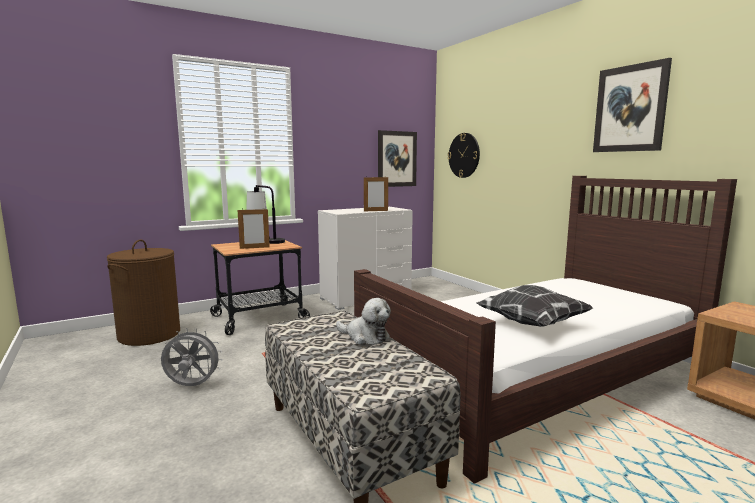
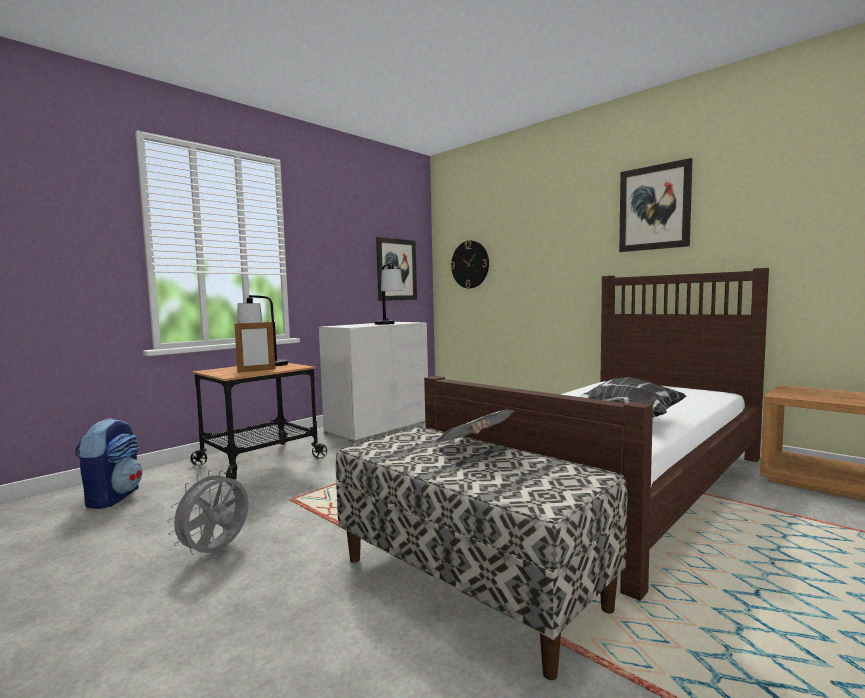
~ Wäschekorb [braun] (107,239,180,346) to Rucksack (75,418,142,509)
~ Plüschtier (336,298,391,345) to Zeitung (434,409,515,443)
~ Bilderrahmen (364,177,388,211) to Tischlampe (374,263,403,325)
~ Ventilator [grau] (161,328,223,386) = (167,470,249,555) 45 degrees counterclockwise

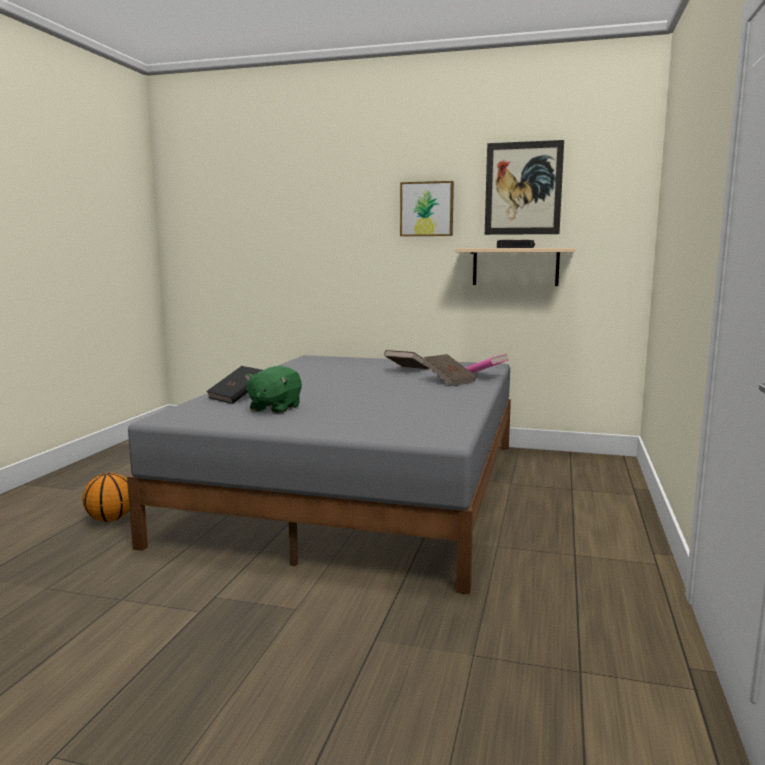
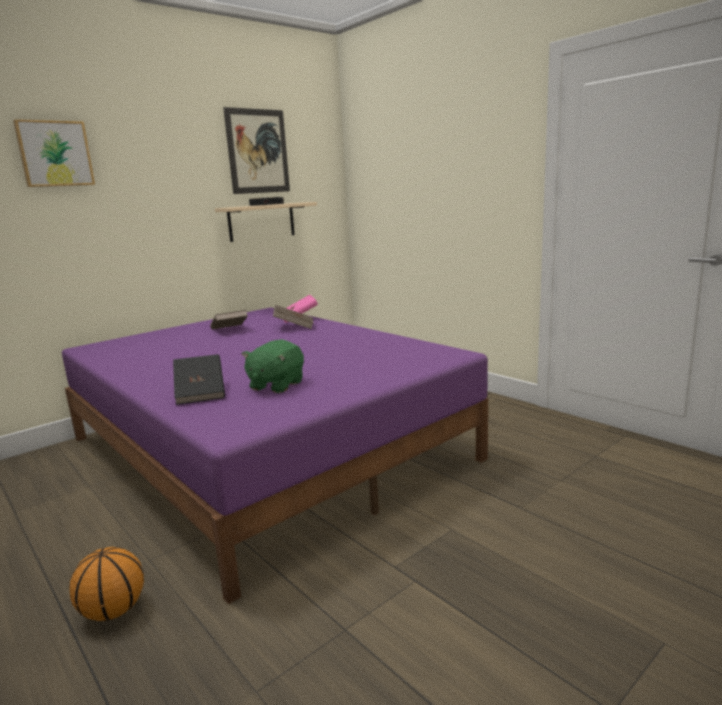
~ Bild (400,181,454,236) to (13,119,95,187)
~ Bett [grau] (127,355,511,595) to Bett [lila] (62,307,488,604)
~ Plüschtier [grün] (245,366,302,414) = (242,339,304,393) 60 degrees clockwise

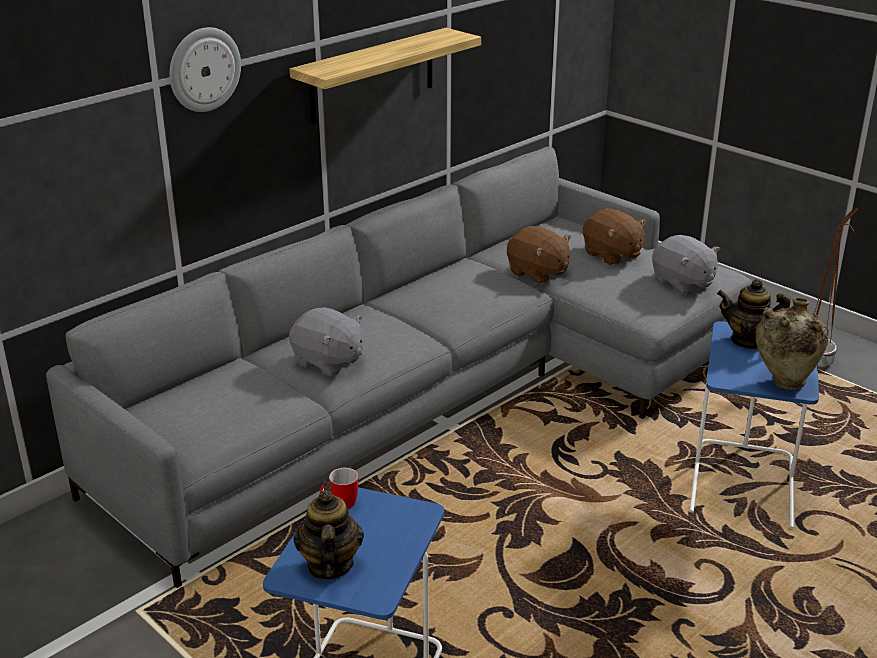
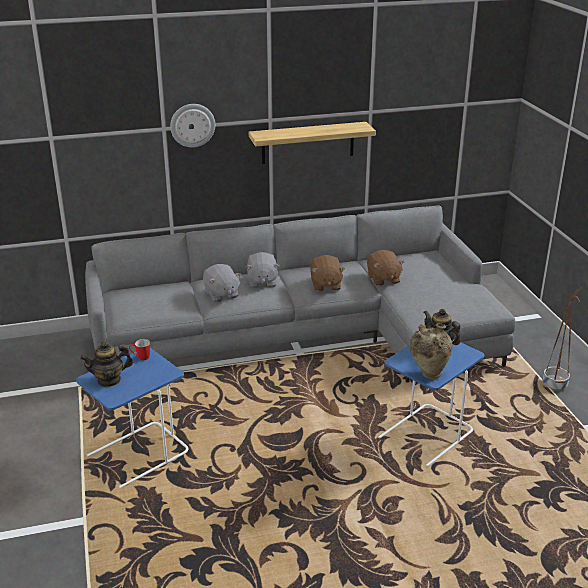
~ Plüschtier [braun] (583,209,647,265) to (310,255,345,291)
~ Plüschtier [grau] (652,235,720,295) to (246,252,279,288)
~ Teekanne (294,483,364,580) = (80,341,133,387) 135 degrees counterclockwise

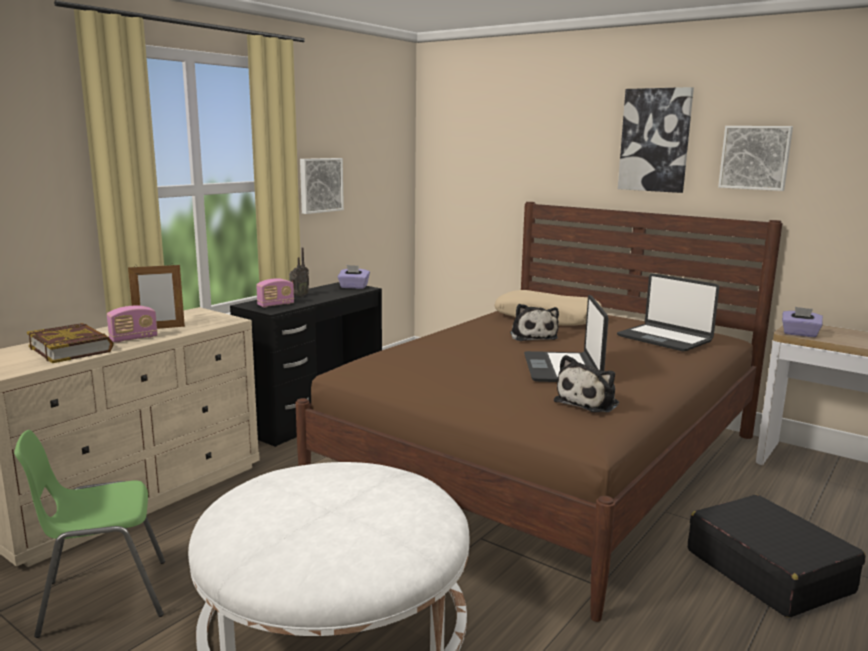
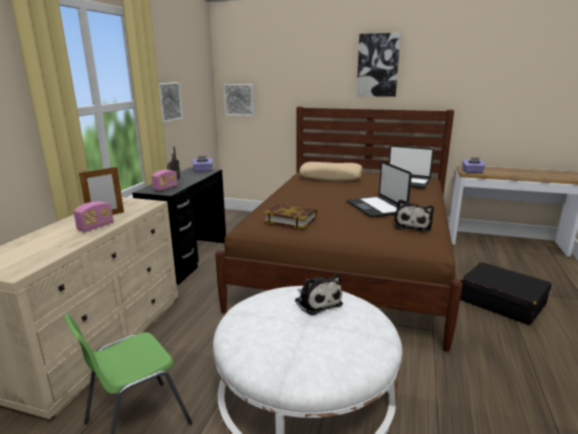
~ Buch (27,323,114,363) to (263,204,317,229)
~ Plüschtier (510,304,559,341) to (295,274,343,316)
~ Bild (718,126,793,191) to (224,84,254,116)

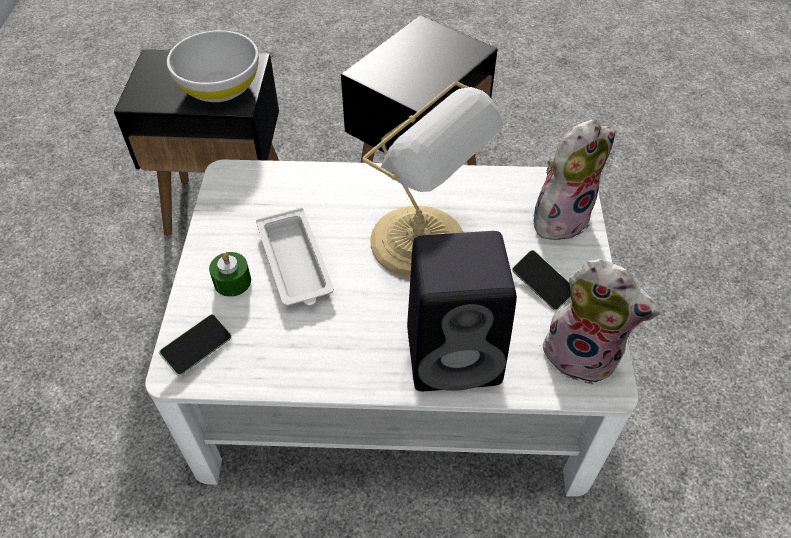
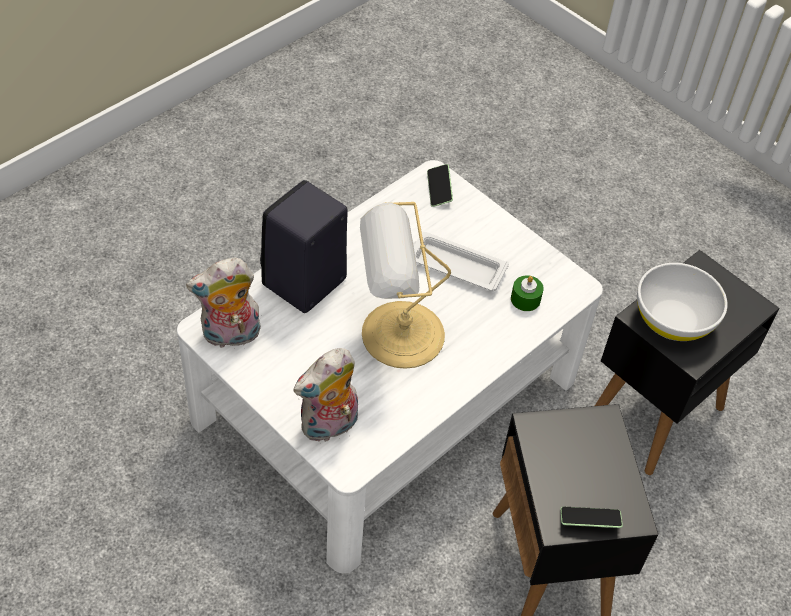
~ Kerze [grün] (209,252,251,297) to (511,275,544,311)
~ Handy (512,250,571,311) to (560,507,623,528)
~ Plüschtier (534,119,615,240) = (294,348,358,442) 45 degrees clockwise

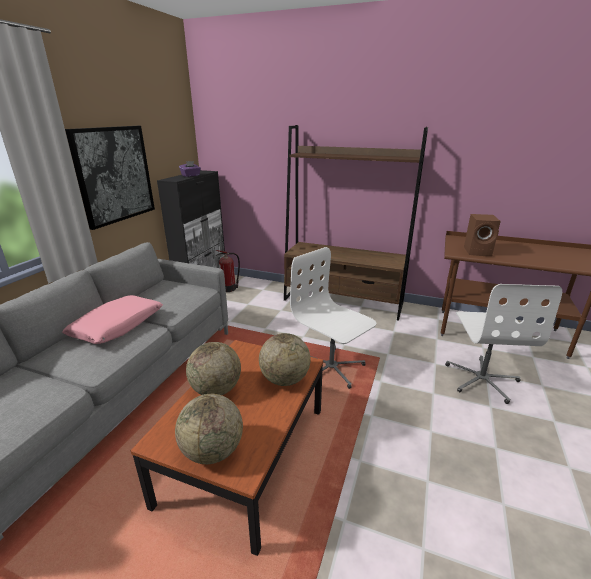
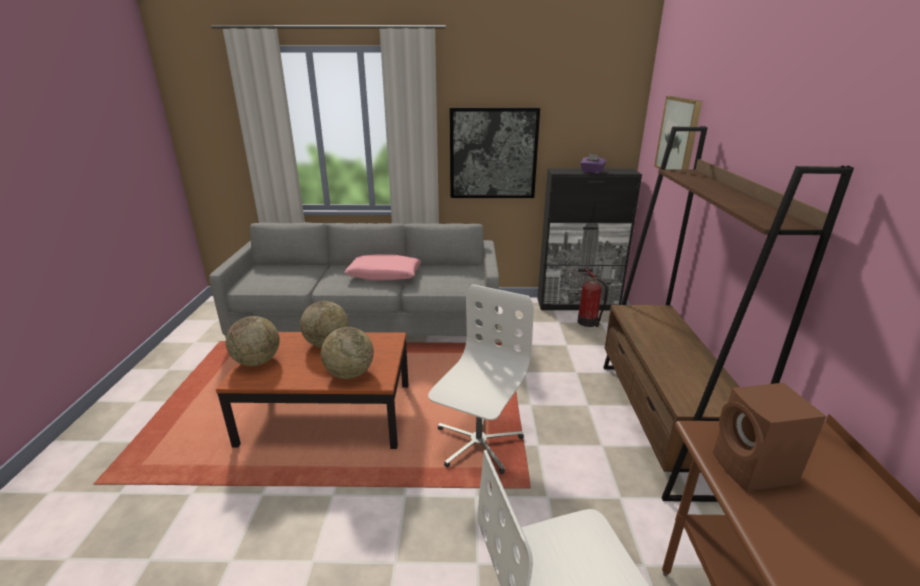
+ Bild (654,96,702,169)

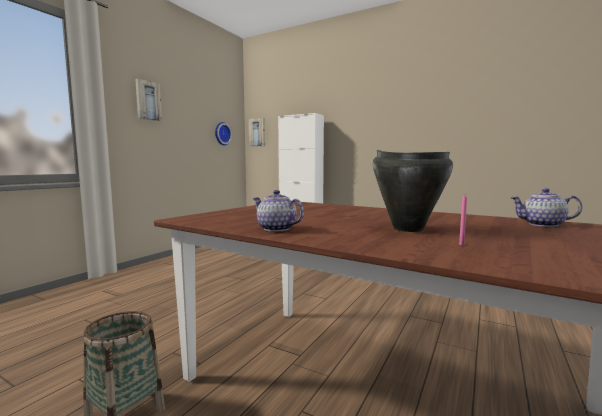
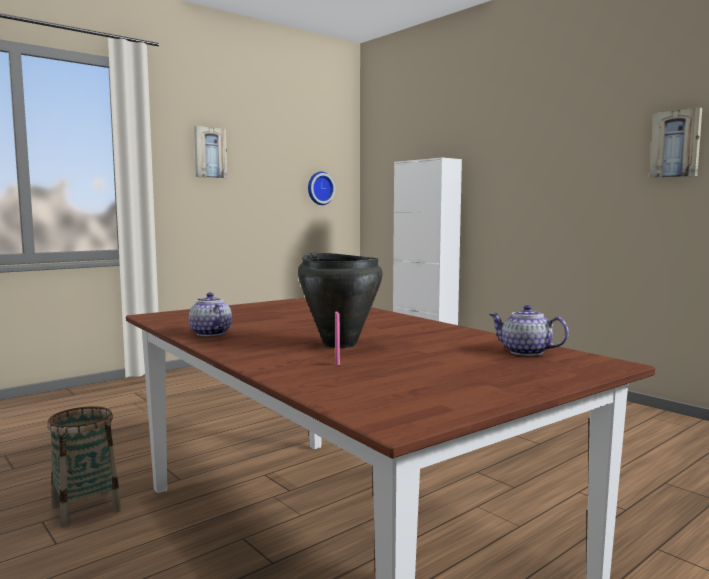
~ Bild (249,118,265,147) to (650,108,702,178)

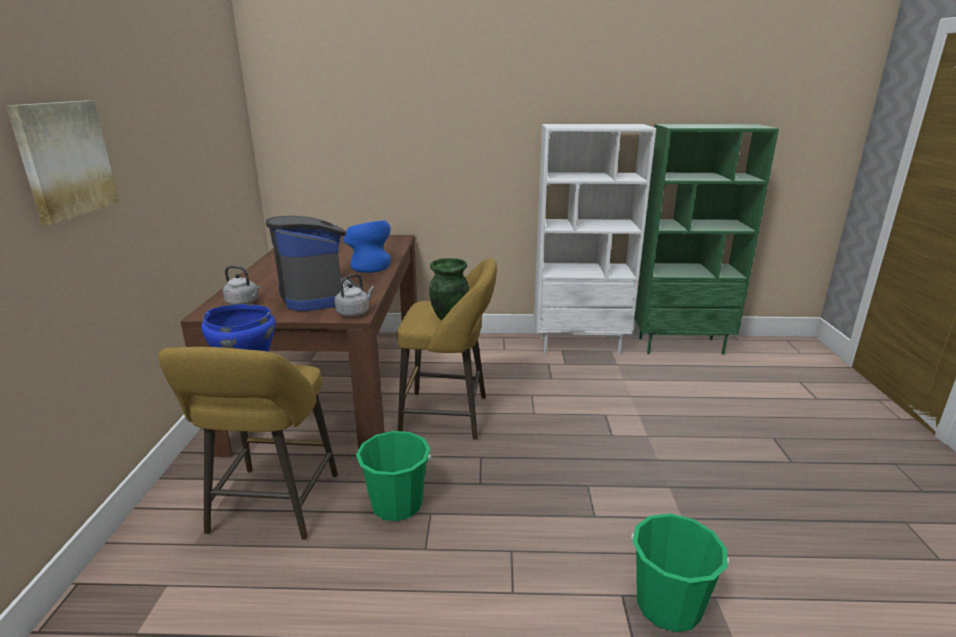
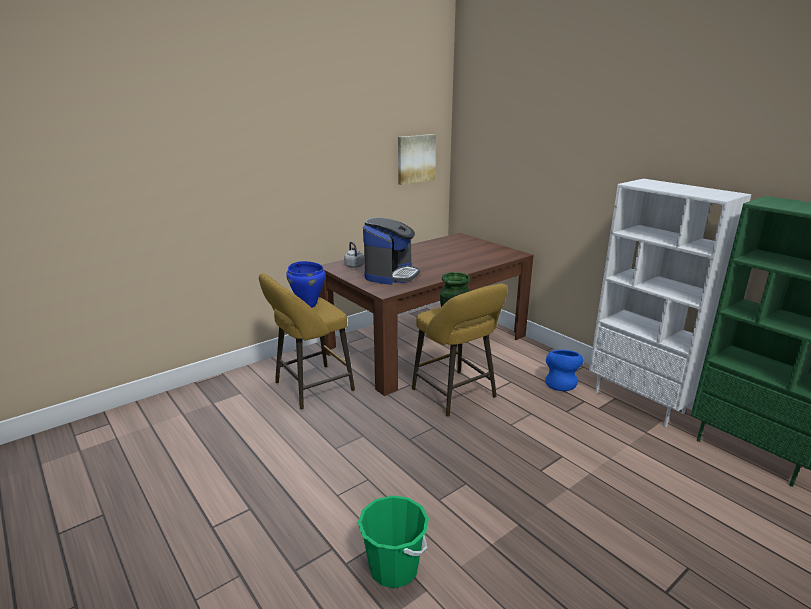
- Wasserkessel [grau] (335,274,374,317)
- Eimer [grün] (356,431,432,521)
~ Bild (6,101,119,225) to (398,134,436,185)
~ Vase [blau] (344,220,391,273) to (545,350,584,391)

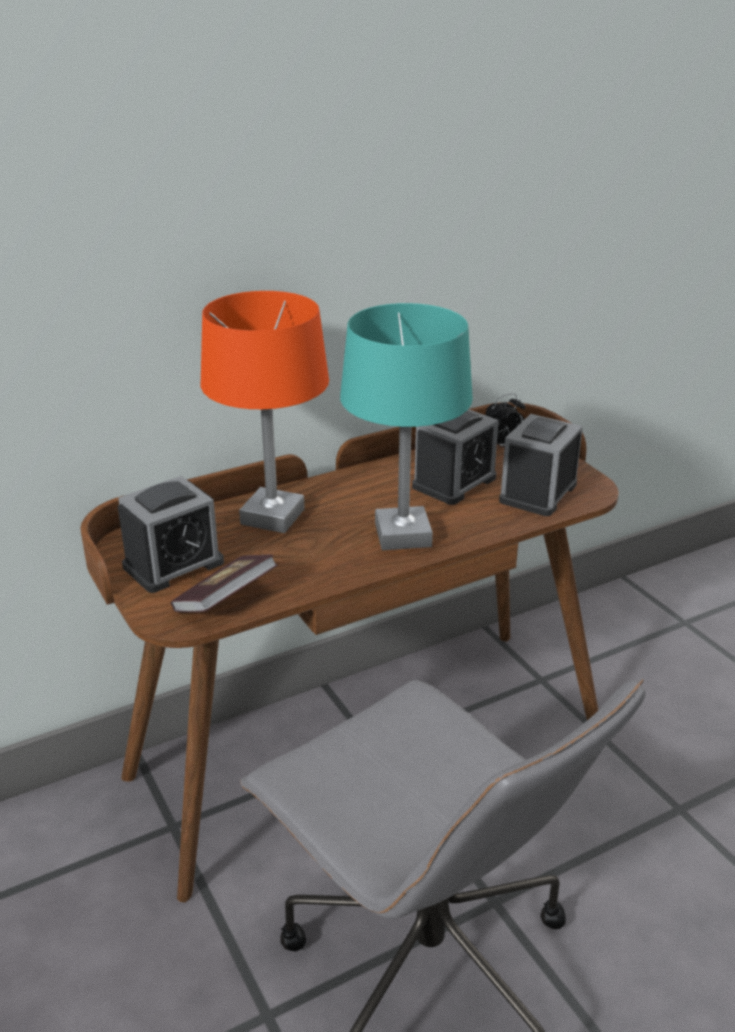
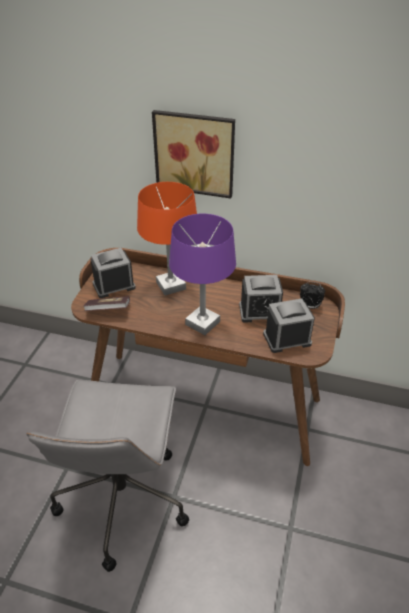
+ Bild (152,110,235,198)
~ Tischlampe [türkis] (340,303,473,550) to Tischlampe [lila] (169,214,236,335)
~ Wecker (117,476,224,593) = (90,248,136,298) 150 degrees clockwise

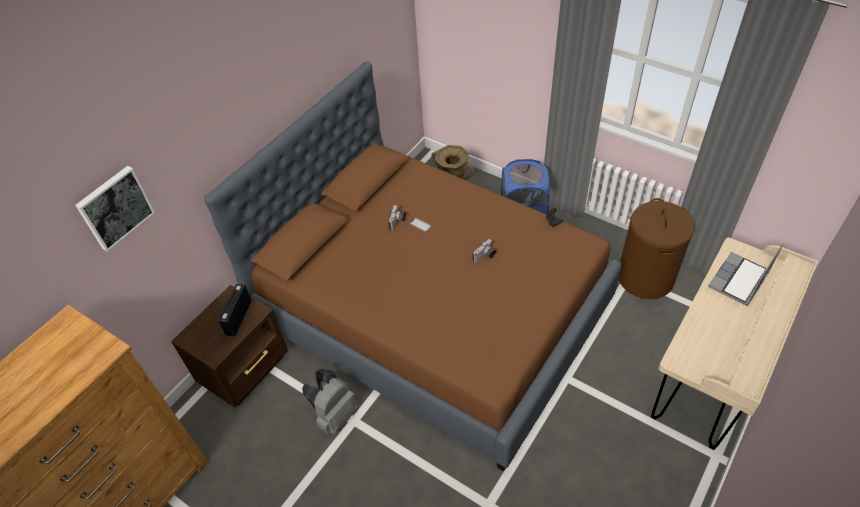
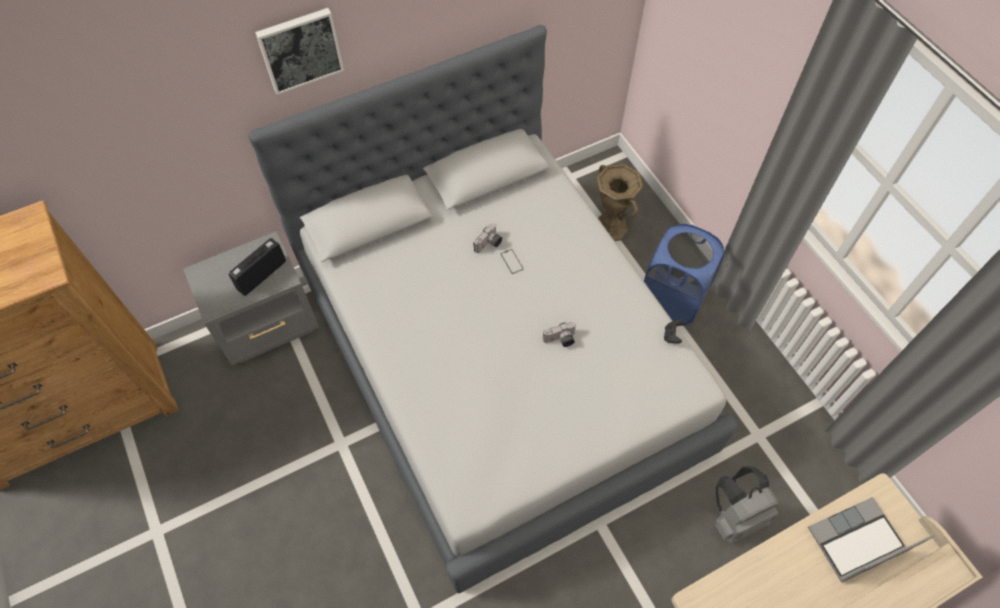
- Wäschekorb [braun] (619,198,695,299)
~ Bild (75,166,155,252) to (255,8,344,95)
~ Rucksack [grau] (302,369,358,434) to (714,466,778,544)
~ Nachttisch [braun] (171,285,288,408) to Nachttisch [grau] (183,231,319,365)
~ Bett [braun] (204,61,622,471) to Bett [grau] (249,25,738,594)

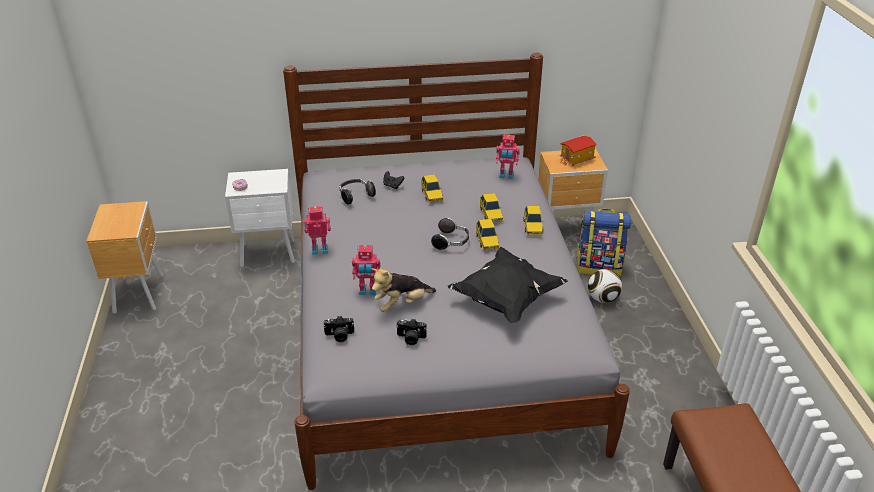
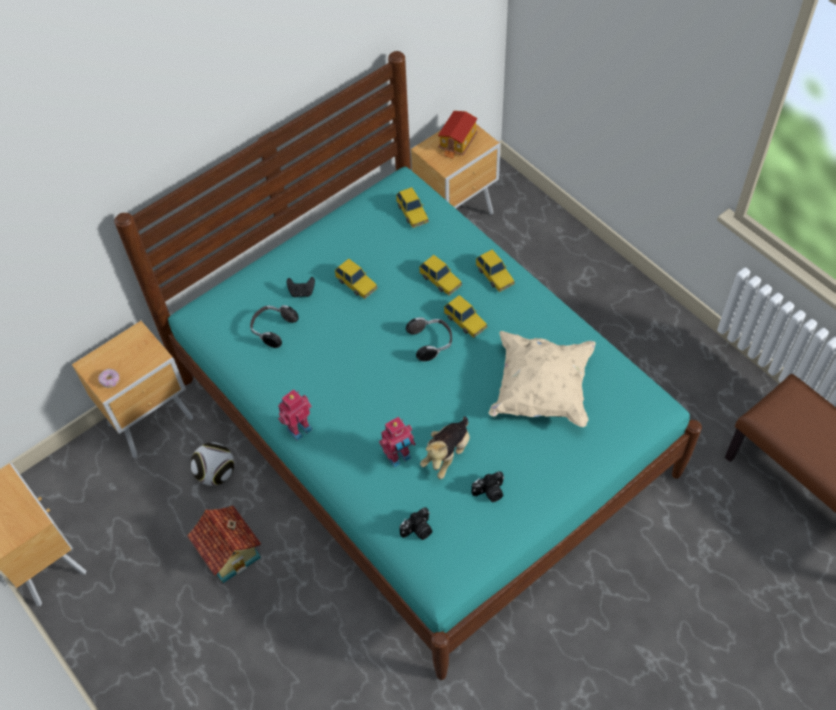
- Rucksack (576,209,631,276)
+ Spielzeughaus (187,506,261,584)
~ Fußball (588,269,622,303) to (190,442,234,486)
~ Spielzeugroboter (496,135,520,179) to Spielzeugauto (396,187,429,228)
~ Nachttisch [weiß] (225,169,295,267) to Nachttisch [braun] (72,321,193,458)
~ Bett [grau] (283,52,630,490) to Bett [türkis] (114,51,702,680)
~ Kissen [schwarz] (448,247,568,324) to Kissen [beige] (488,331,596,427)

